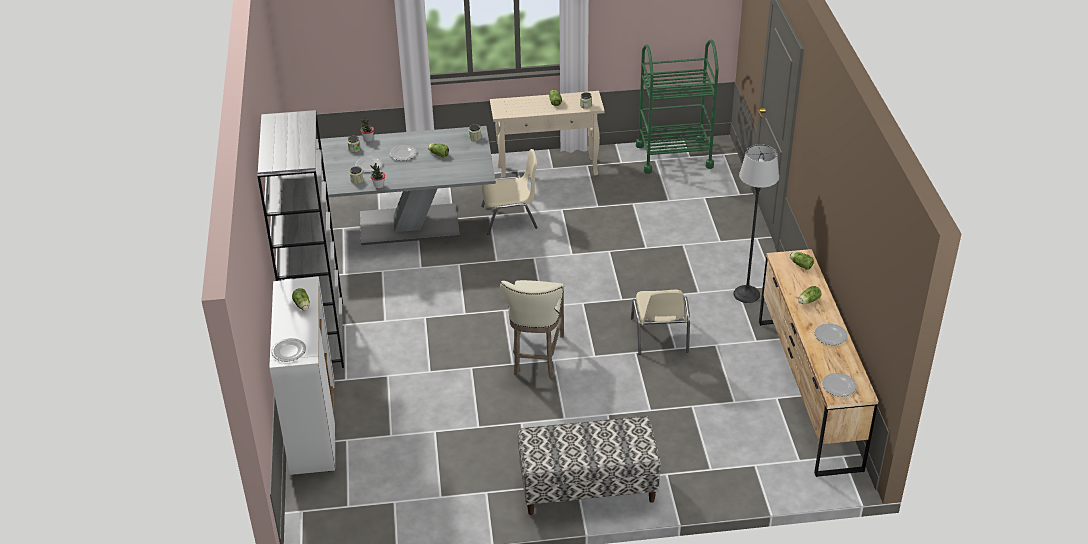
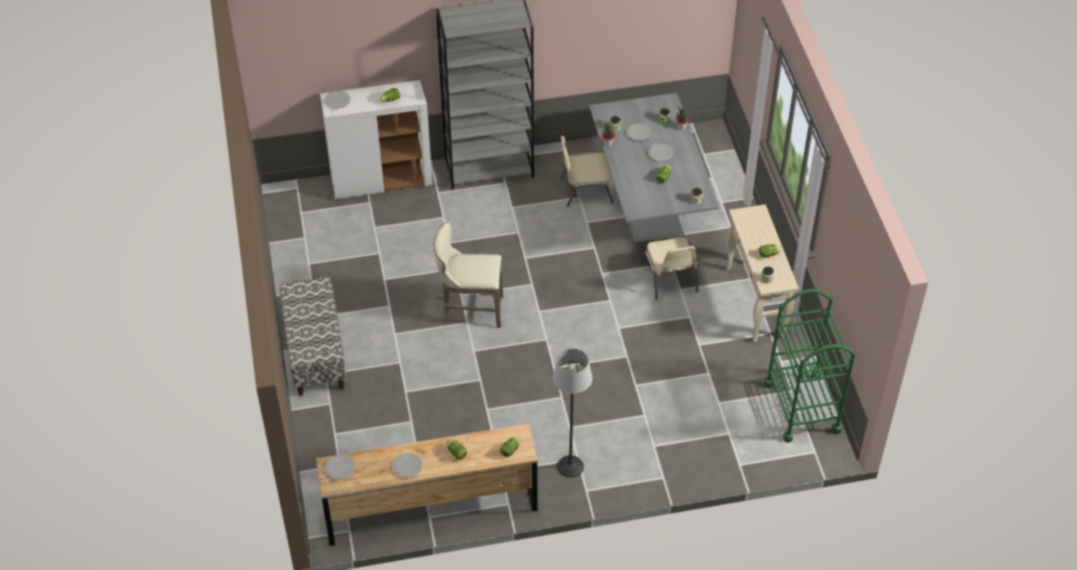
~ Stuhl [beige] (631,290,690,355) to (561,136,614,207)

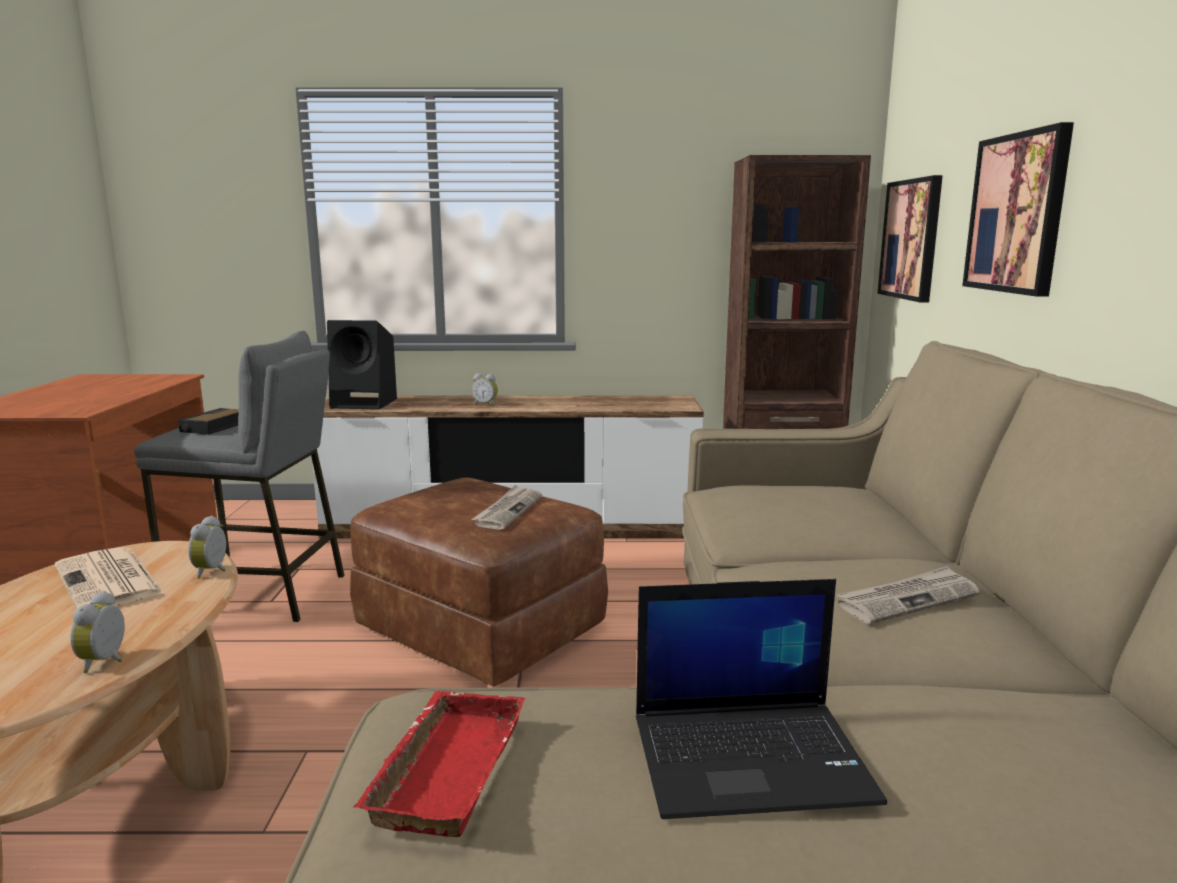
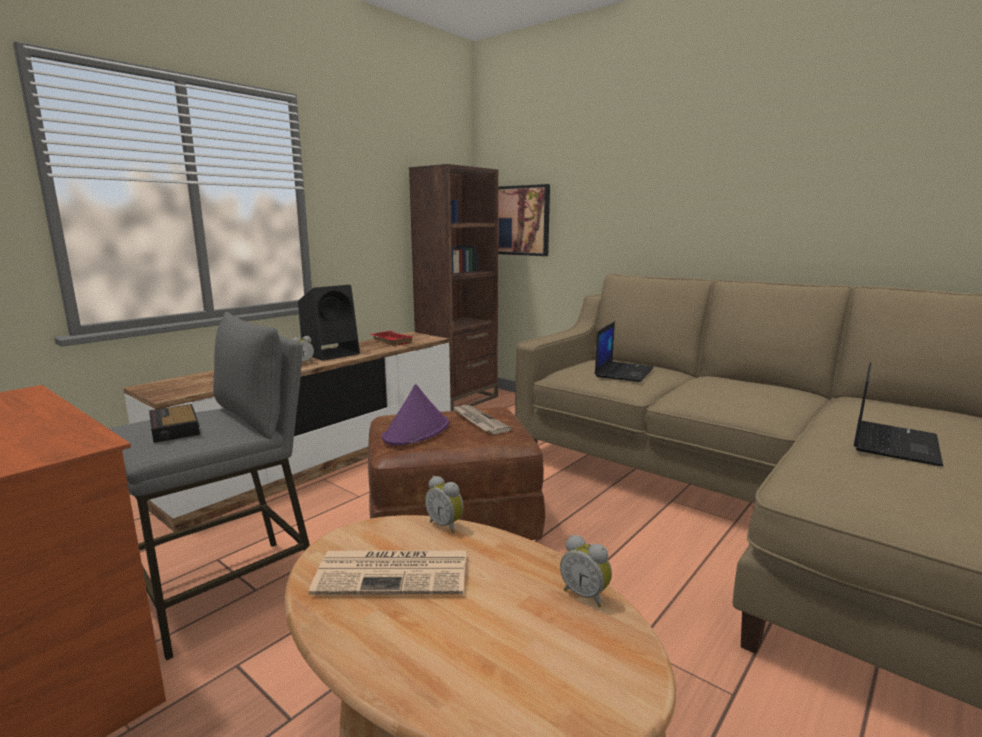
- Zeitung (837,566,980,624)
- Bild (962,122,1074,297)
+ Hut [lila] (382,384,449,445)
+ Laptop (595,321,654,382)
~ Lautsprecher [schwarz] (327,320,397,410) to (298,285,360,361)
~ Tablett [rot] (353,691,525,837) to (370,331,413,346)

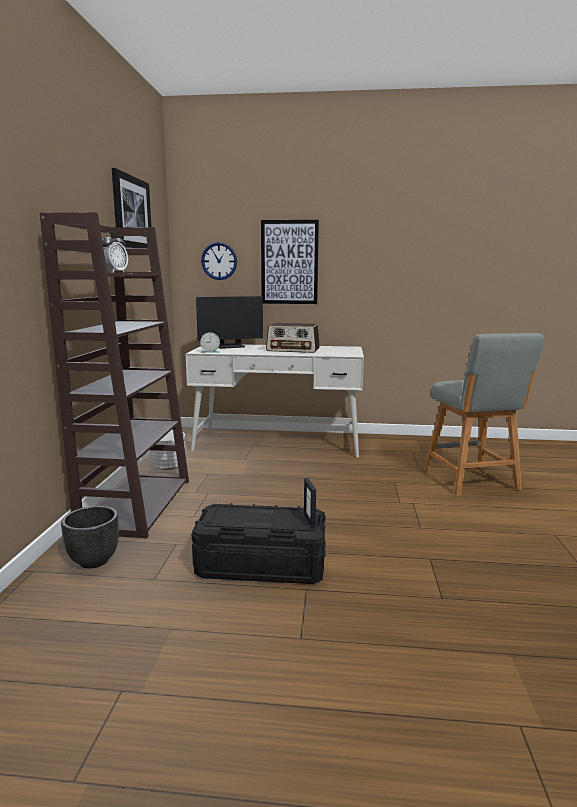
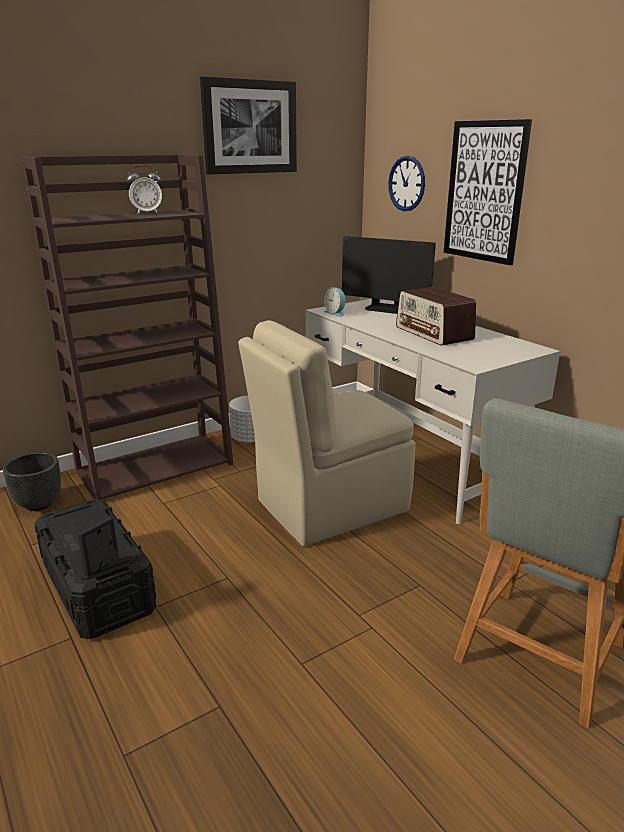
+ Stuhl [beige] (238,320,416,546)

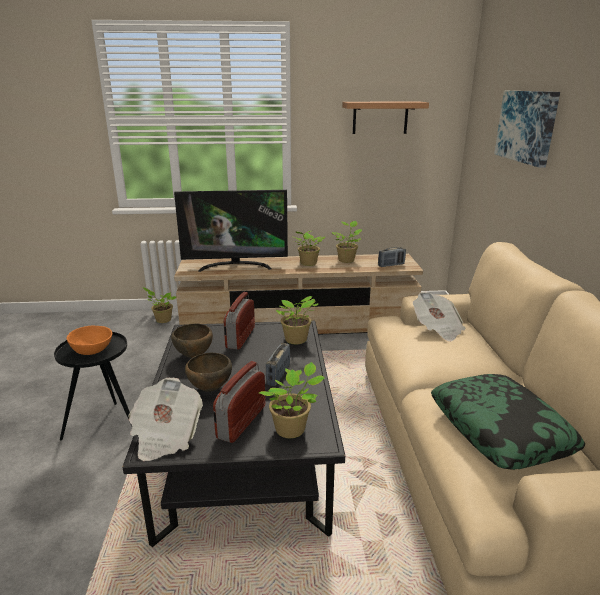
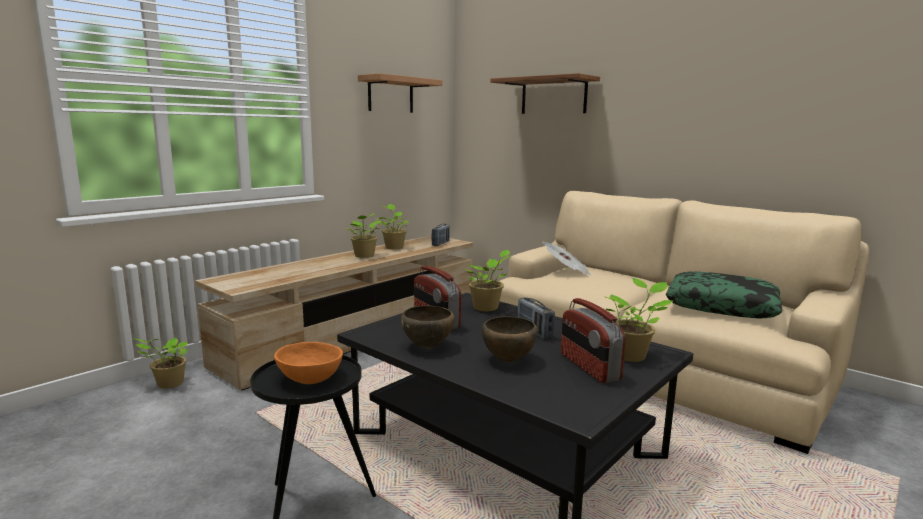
- Zeitung (128,378,203,461)
- Fernseher (174,190,288,272)
~ Bild (494,91,560,168) to Wandregal (490,73,600,114)

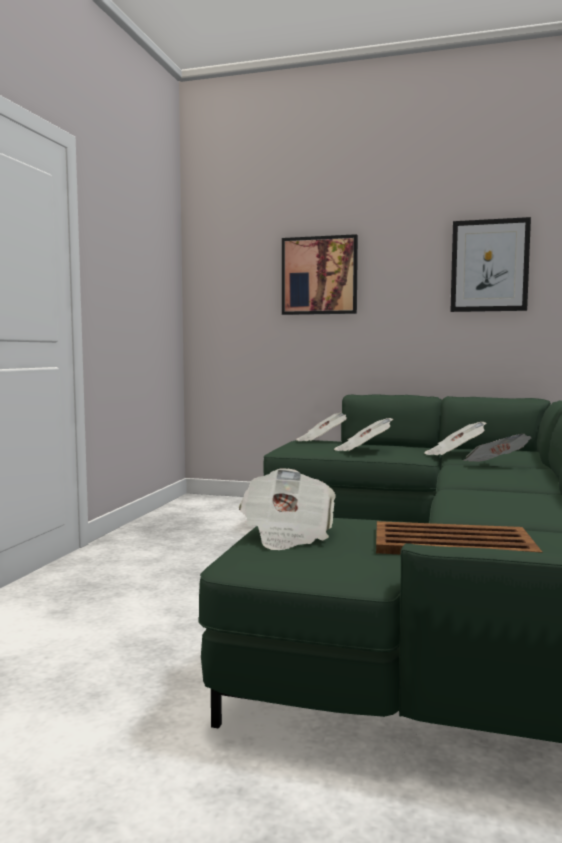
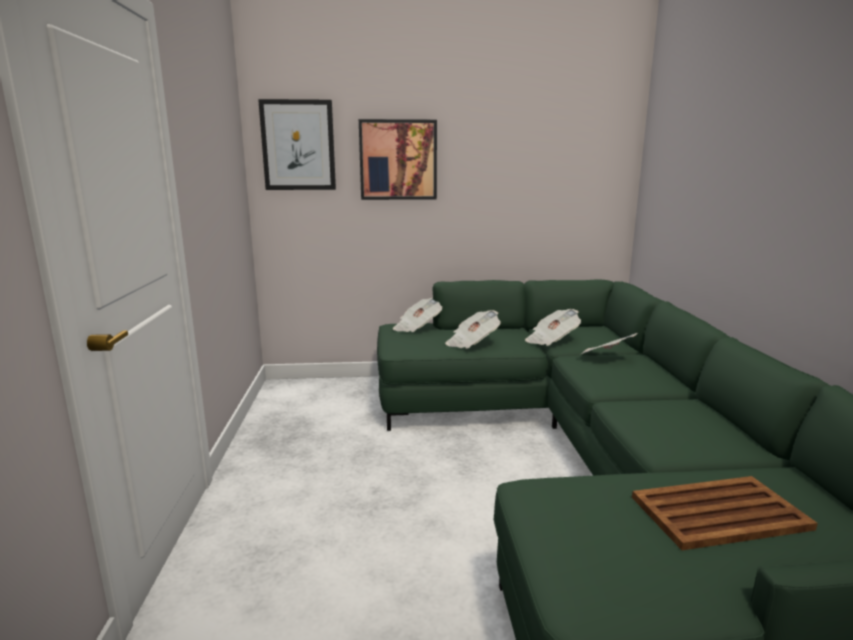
- Zeitung (239,468,336,550)
~ Bild (450,217,531,312) to (258,99,336,190)

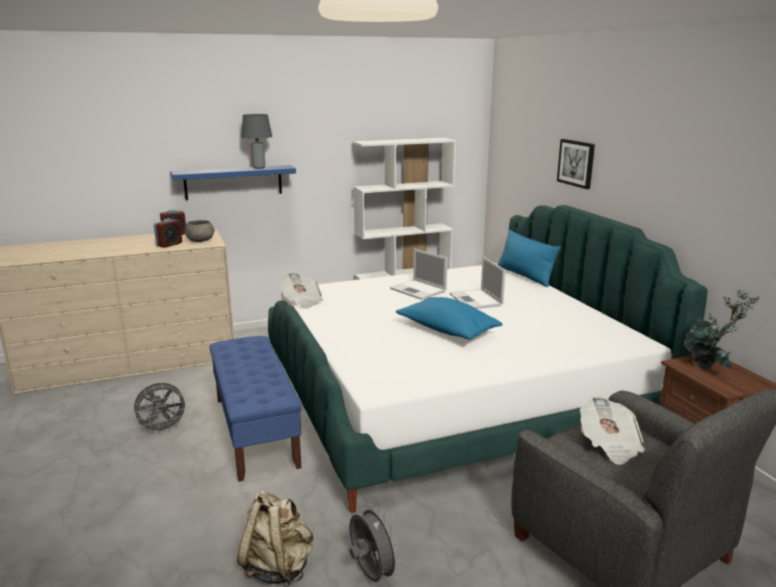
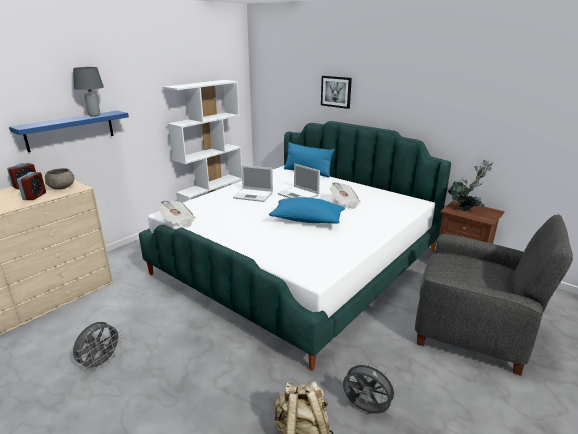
- Bank [blau] (210,336,302,482)
~ Zeitung (580,396,645,465) to (330,182,361,209)

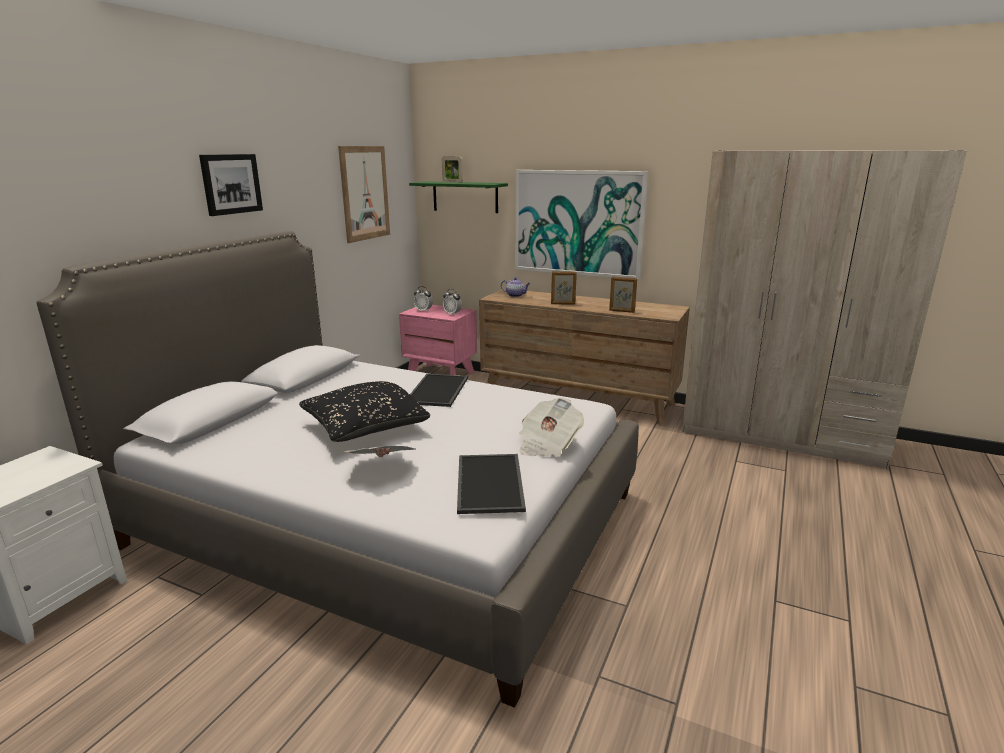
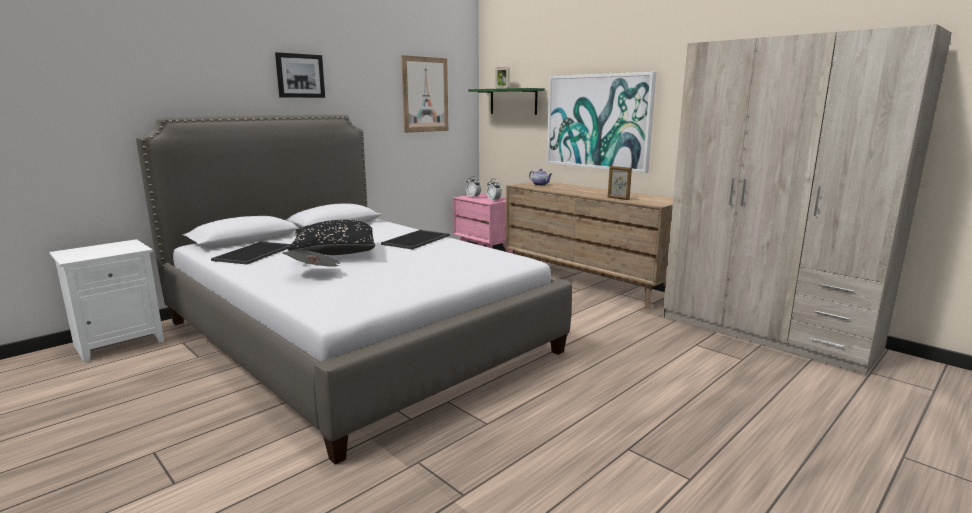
- Zeitung (519,398,584,456)
- Bilderrahmen (551,271,577,305)
~ Tablett (457,454,526,514) to (211,241,290,264)

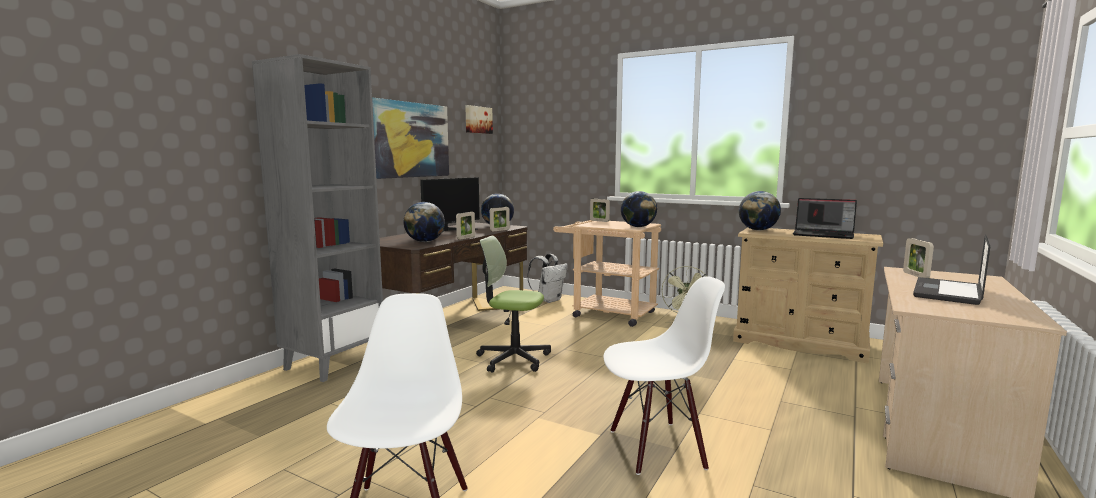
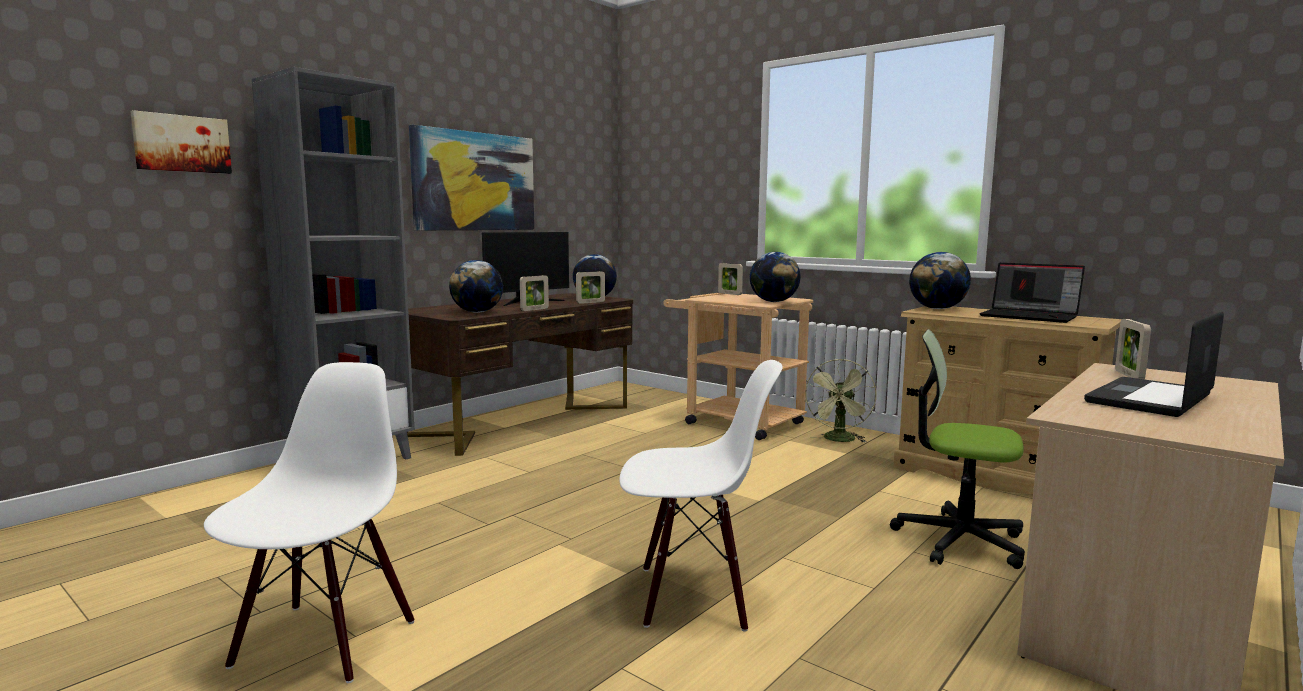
- Rucksack [weiß] (527,254,568,303)
~ Bild (465,105,493,134) to (130,110,232,174)
~ Bürostuhl (476,236,551,373) to (890,329,1025,569)

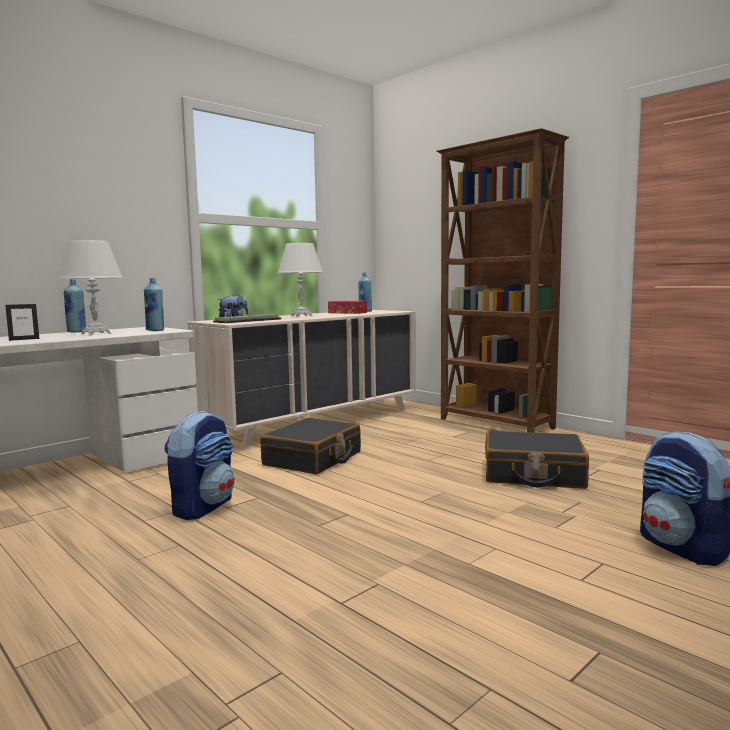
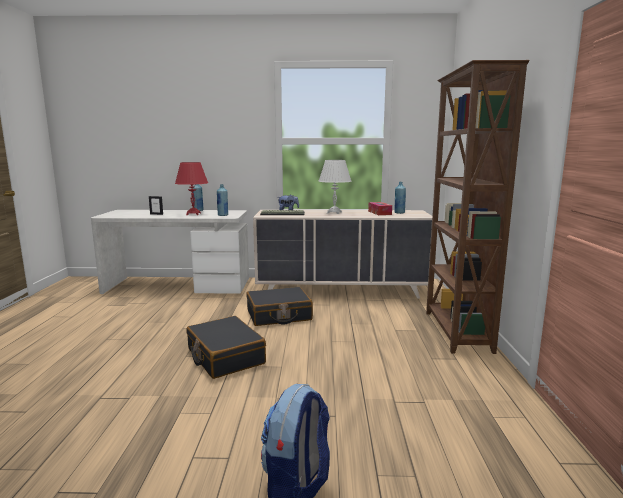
- Rucksack (164,411,234,520)
~ Koffer [schwarz] (485,430,589,489) to (186,316,266,379)
~ Tischlampe [weiß] (59,240,123,335) to Tischlampe [rot] (175,162,208,215)

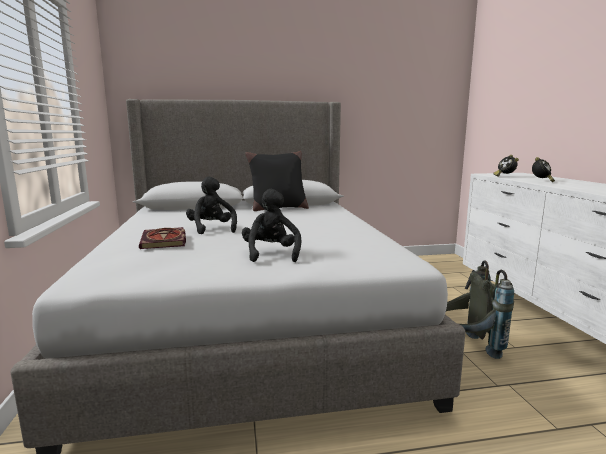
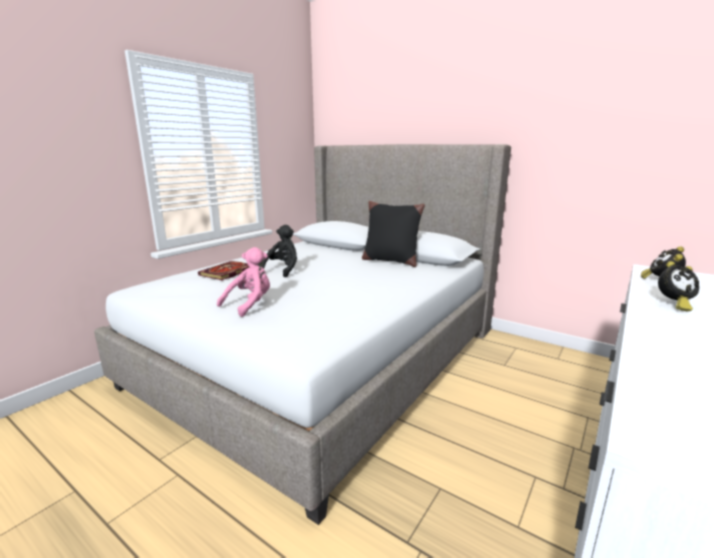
- Rucksack [grau] (446,261,514,359)
~ Plüschtier [schwarz] (242,189,301,262) to Plüschtier [rosa] (217,247,270,317)

